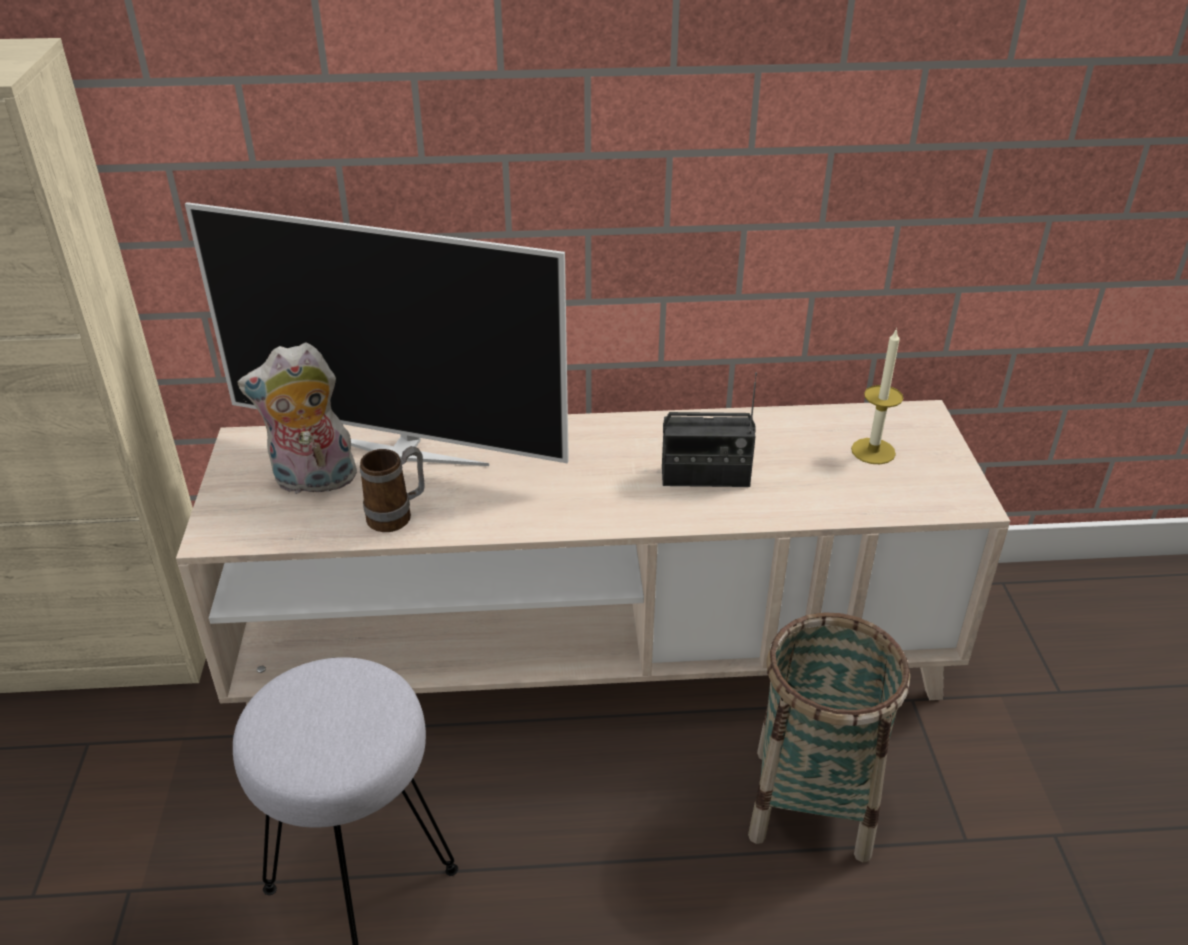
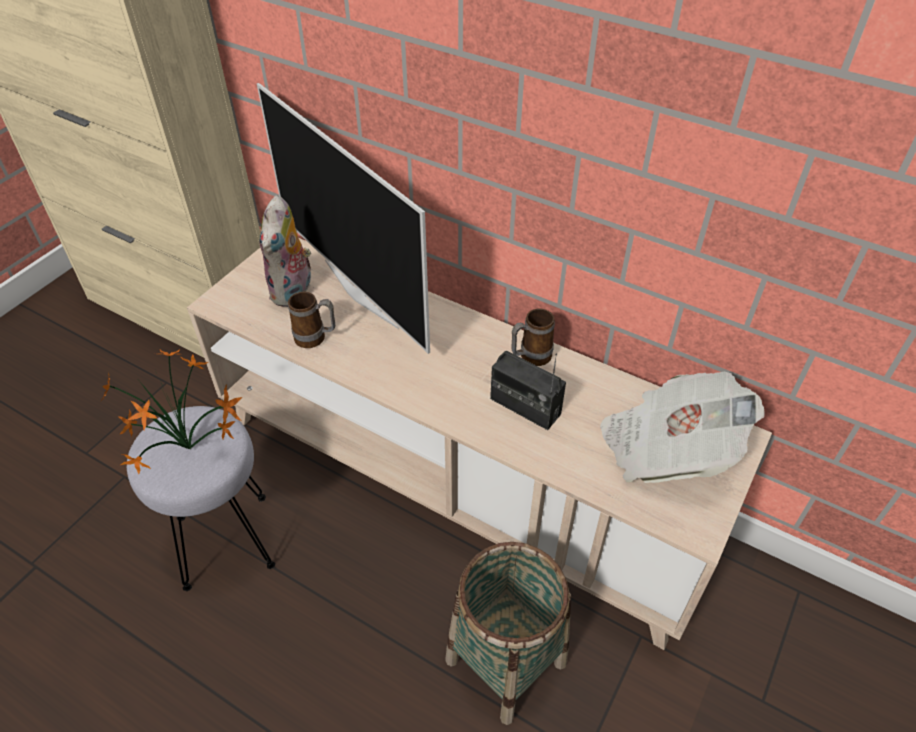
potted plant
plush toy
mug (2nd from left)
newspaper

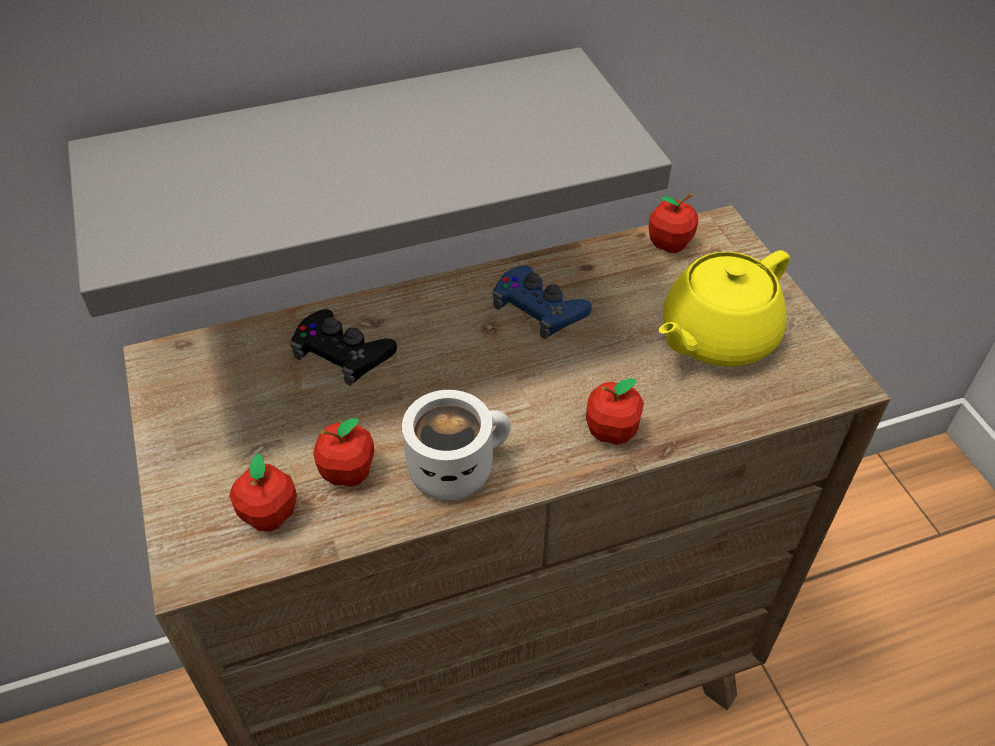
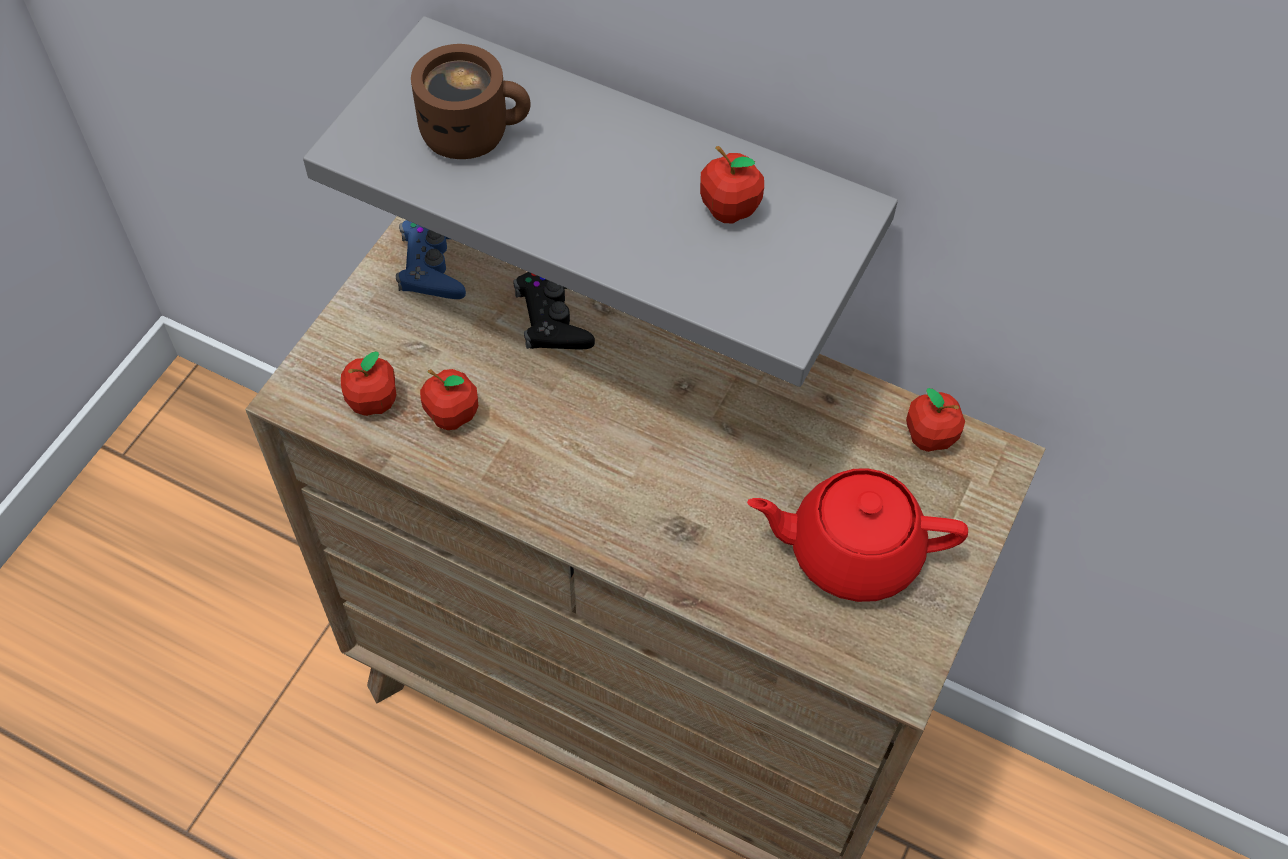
blue game controller
brown mug
apple (3rd from left)
red teapot
white mug

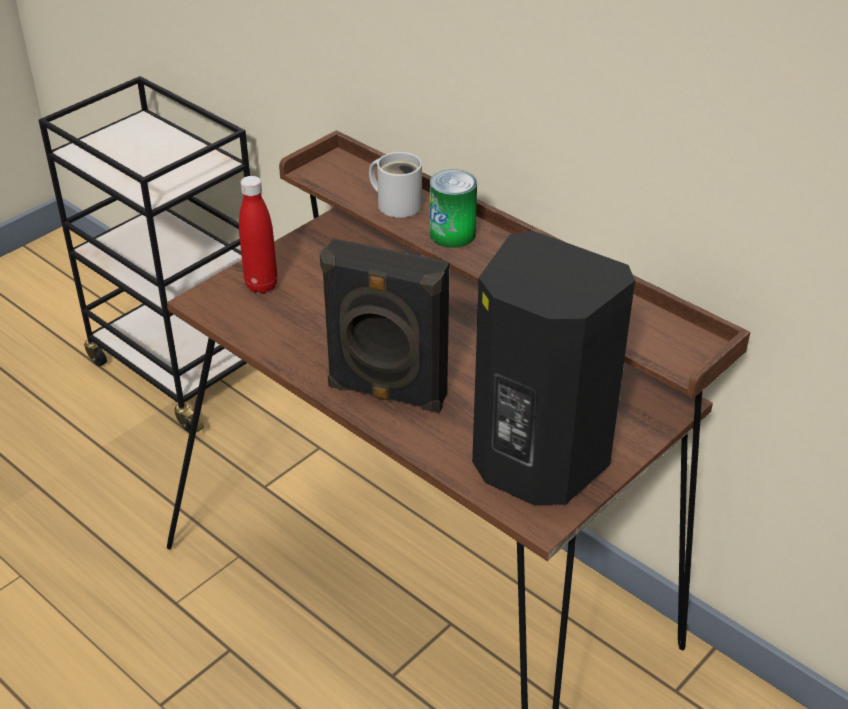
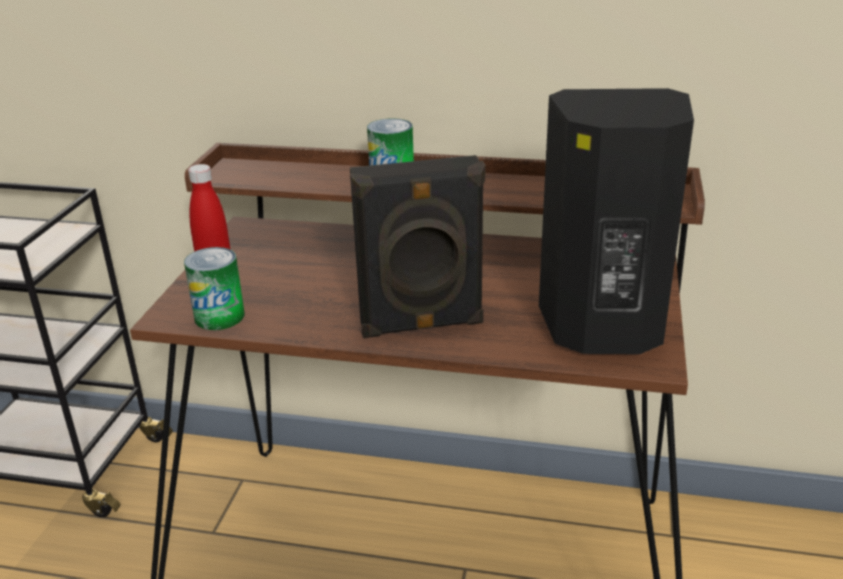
can (1st from left)
white mug

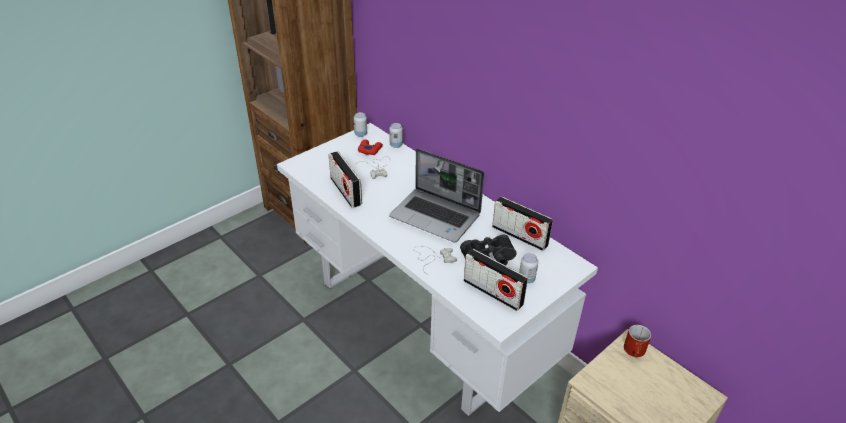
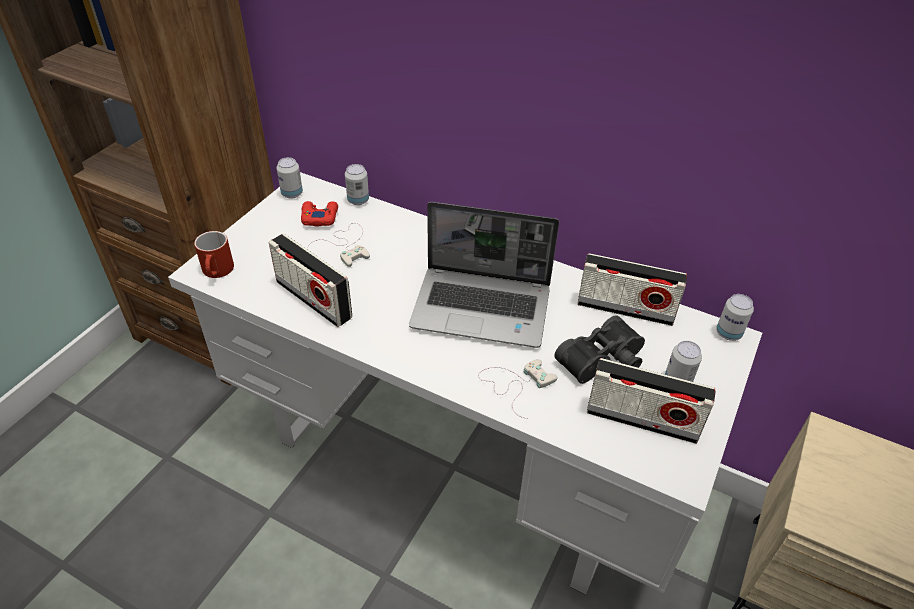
red mug
can (4th from left)

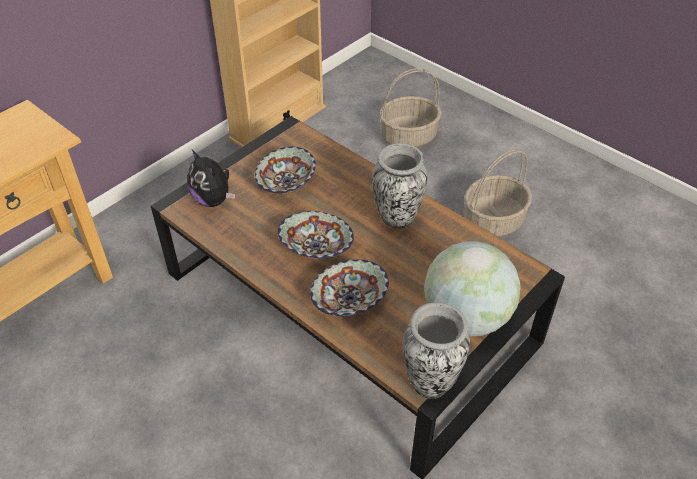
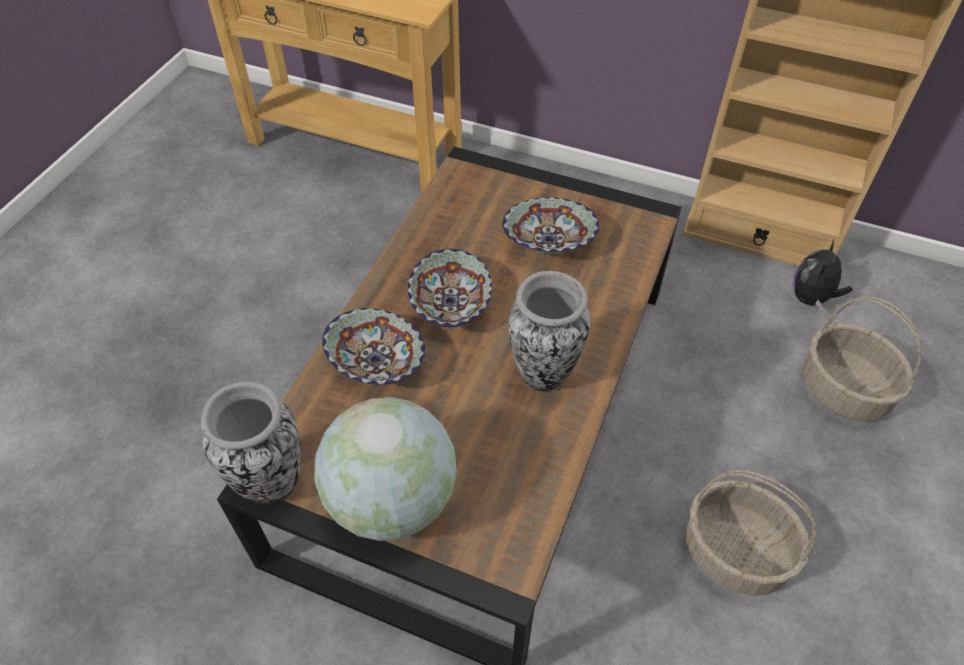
plush toy

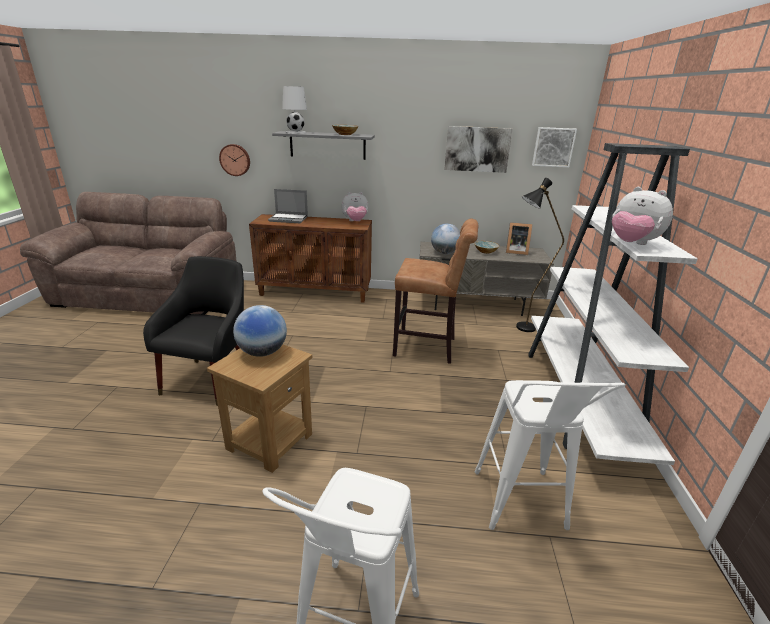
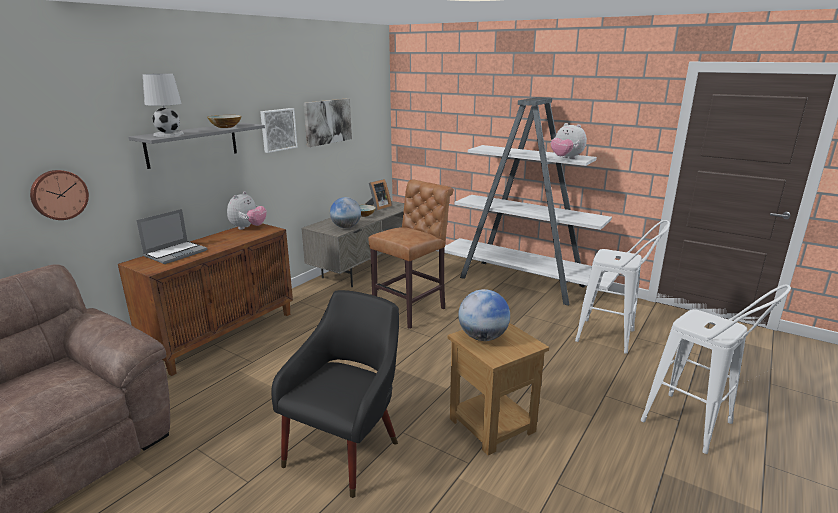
picture (1st from left)
black armchair
plush toy (2nd from left)
black floor lamp

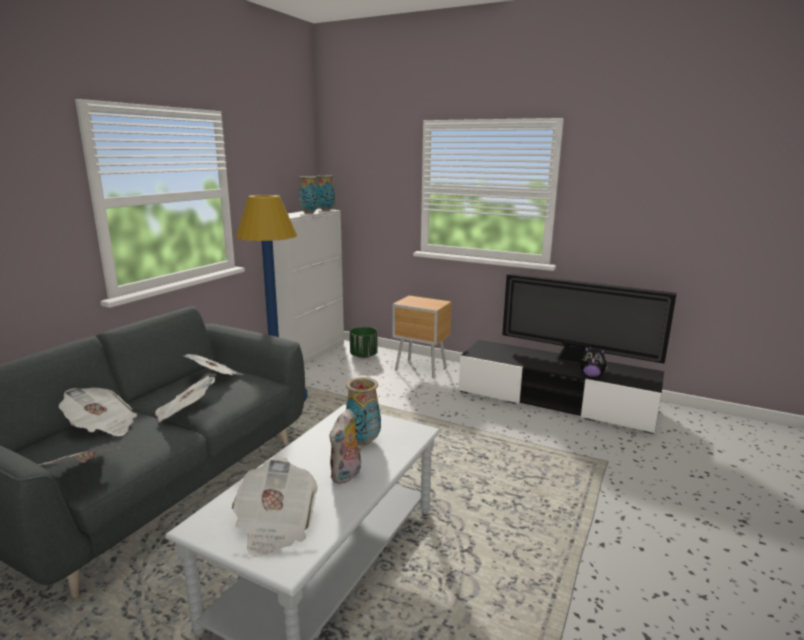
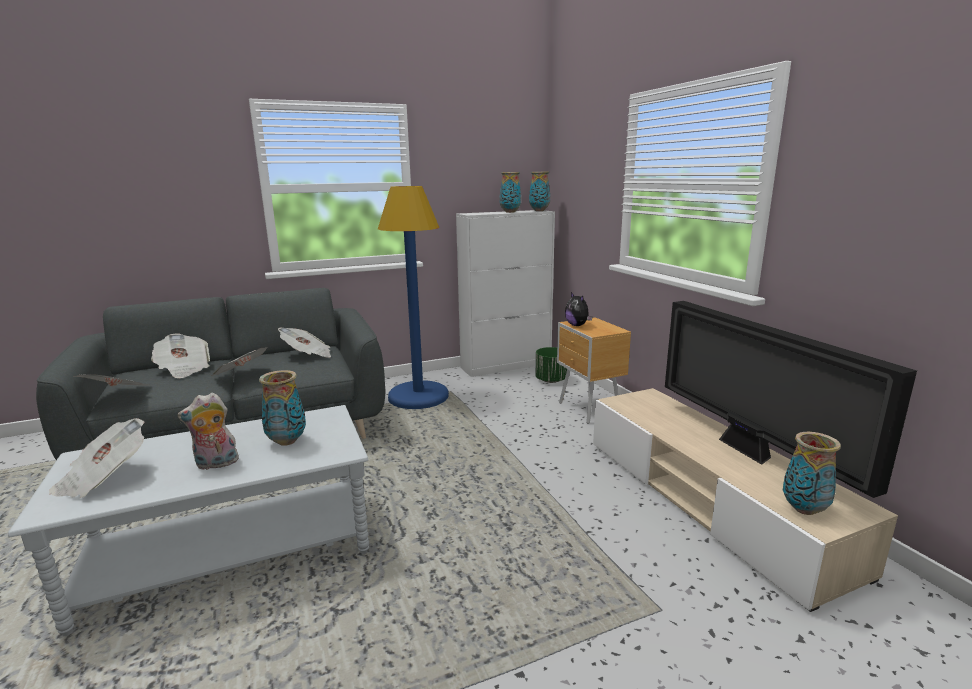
plush toy (2nd from left)
beige tv stand
vase (4th from left)

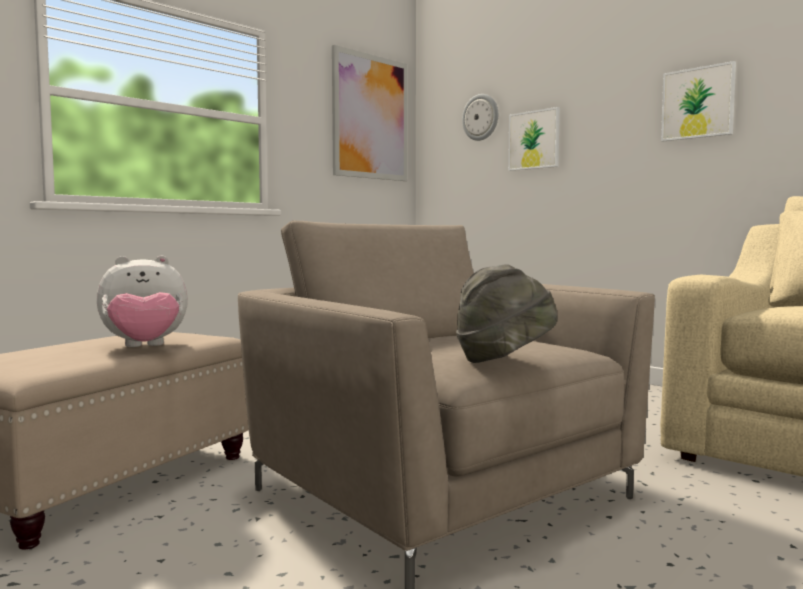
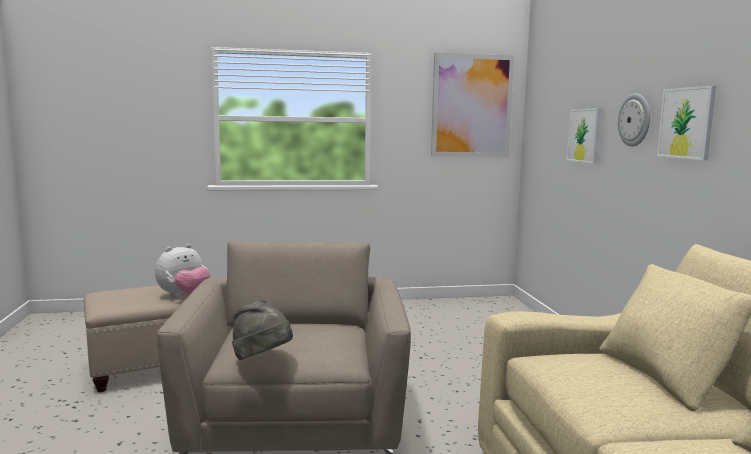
plush toy
wall clock

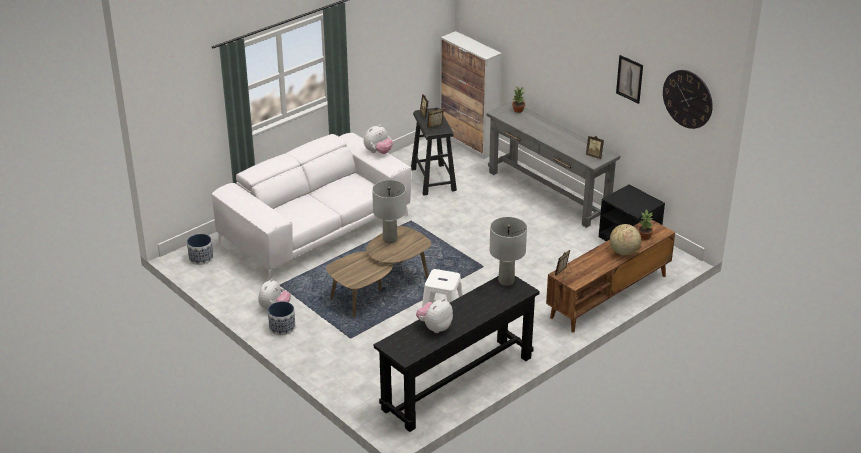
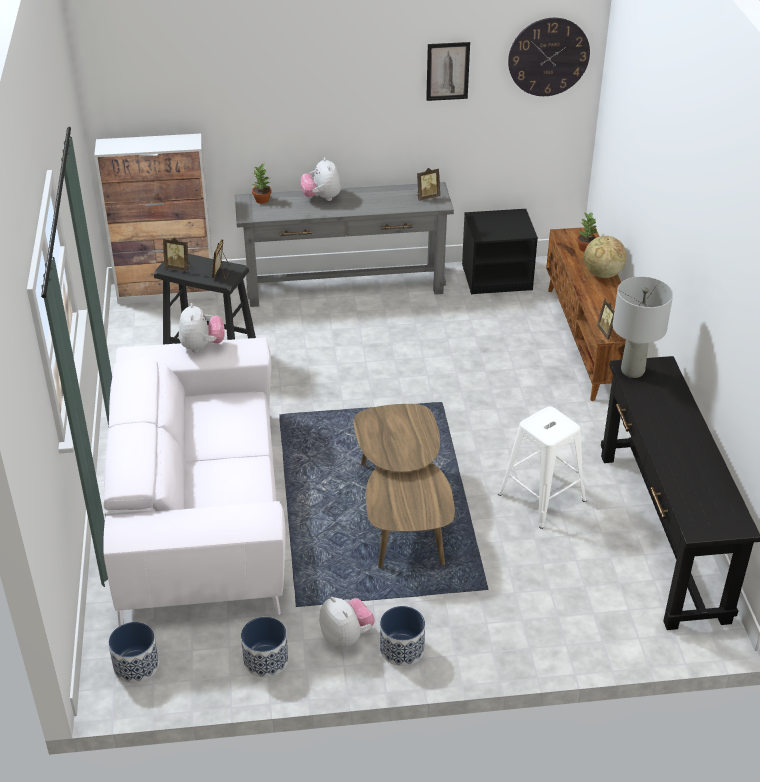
planter (2nd from left)
plush toy (2nd from left)
grey table lamp (1st from left in the first image)

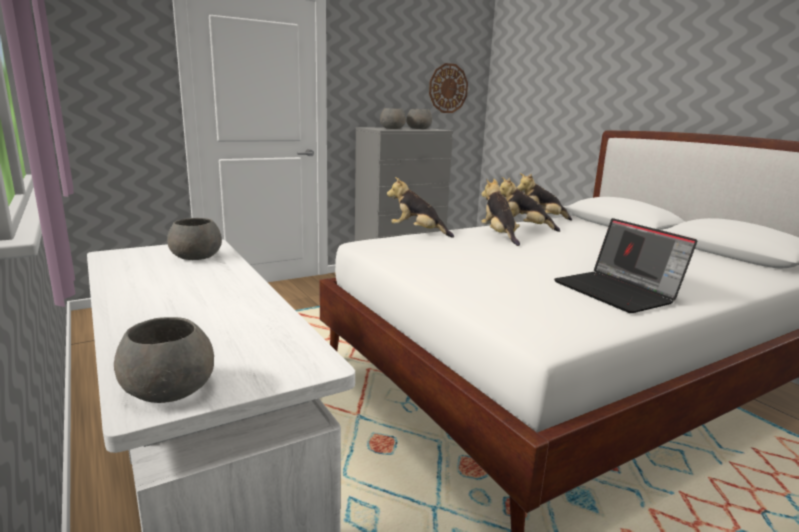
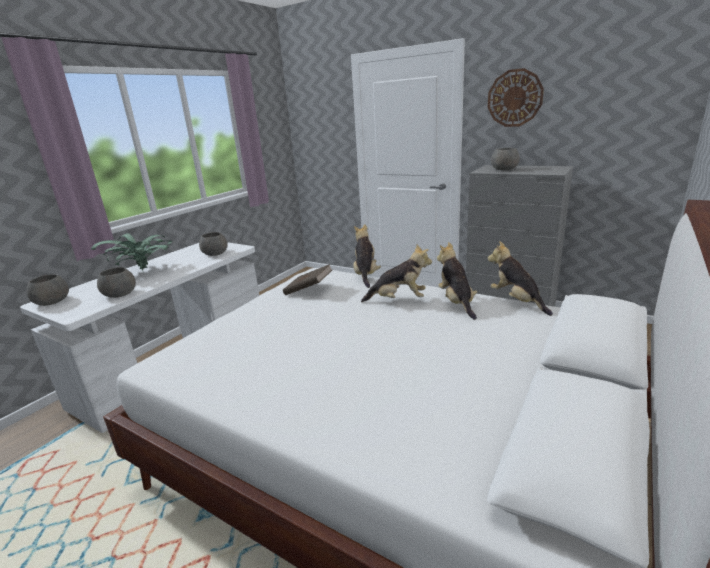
potted plant
grey bowl (2nd from left)
brown book
plush toy (2nd from left)
wall clock
laptop

